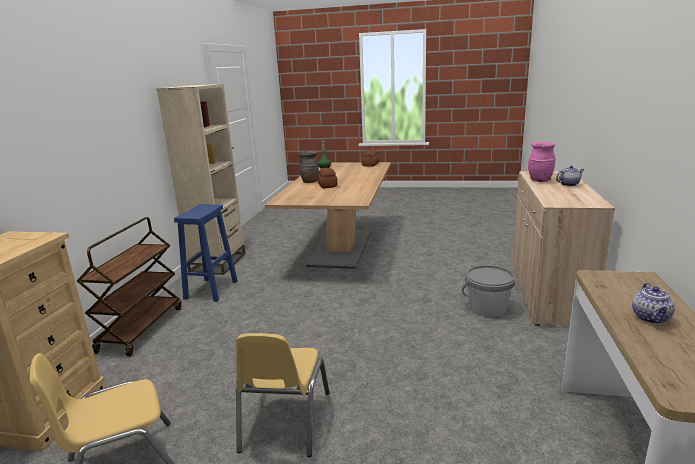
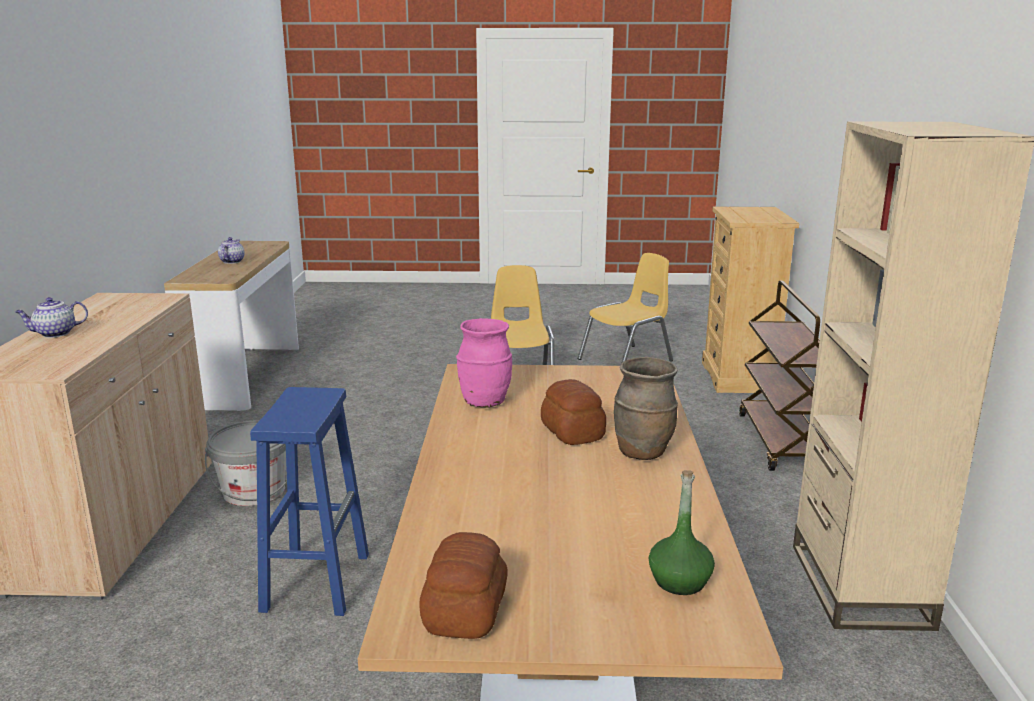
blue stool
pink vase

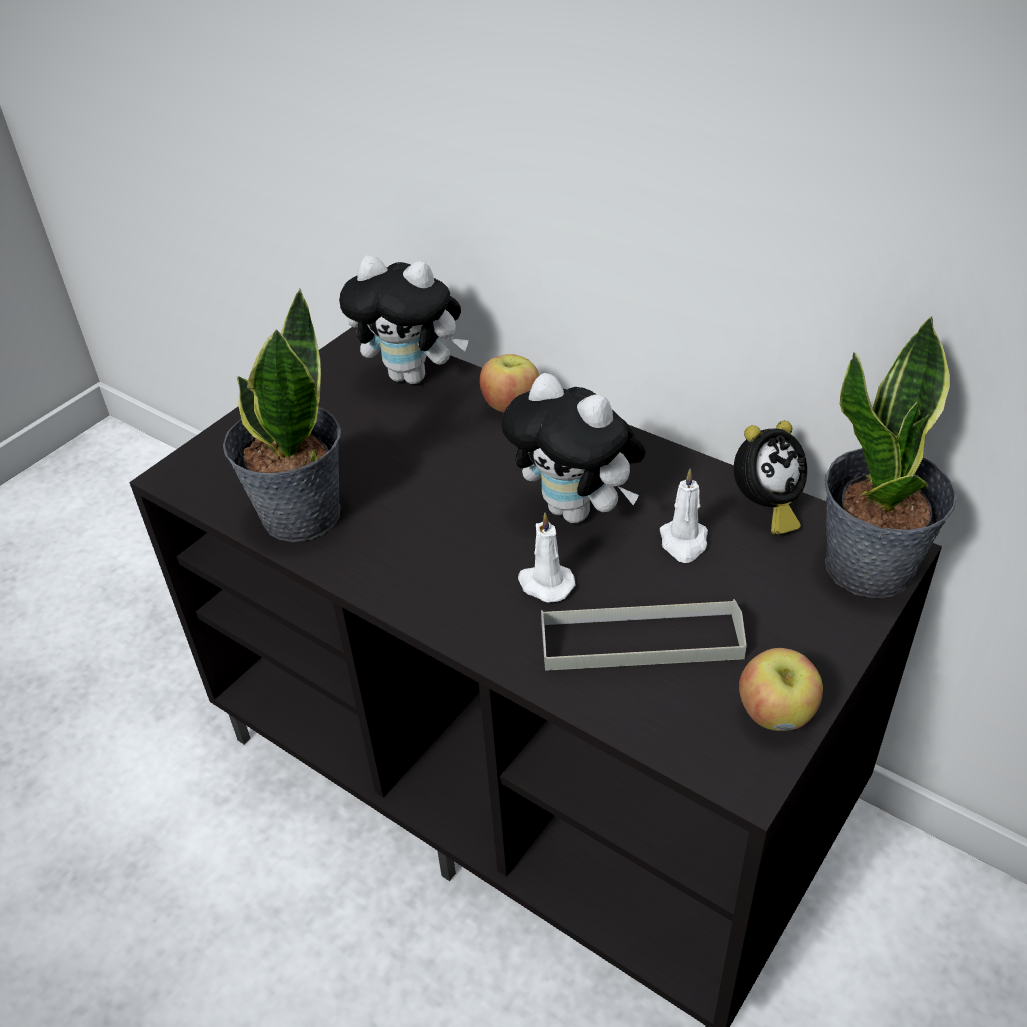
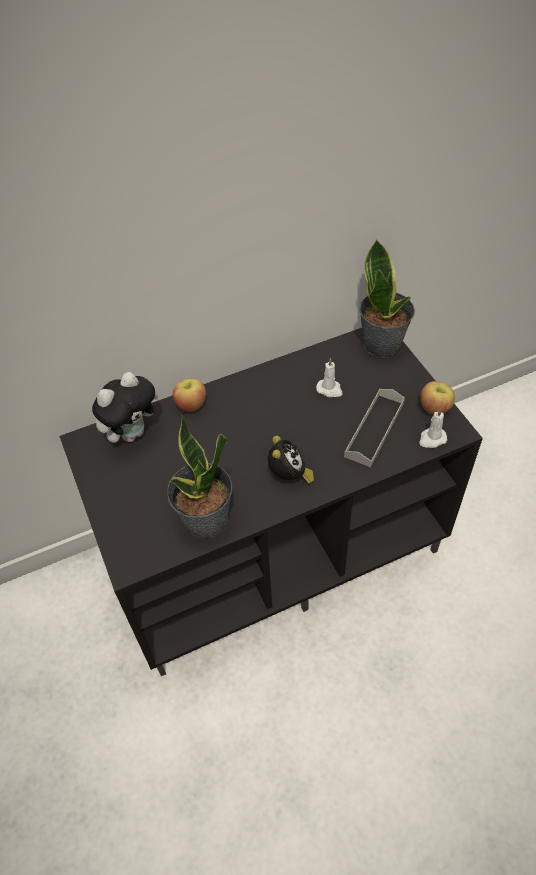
alarm clock
white candle (2nd from left)
plush toy (2nd from left in the first image)

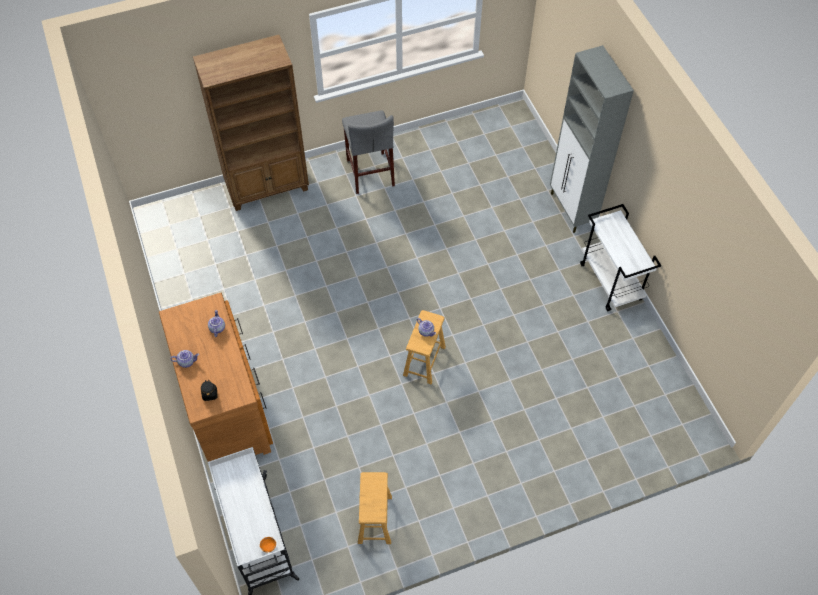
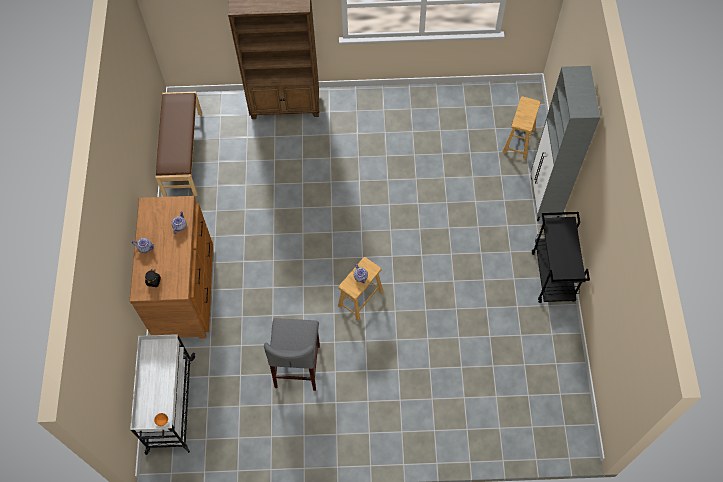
brown bench
grey stool
brown stool (2nd from left)
black cart

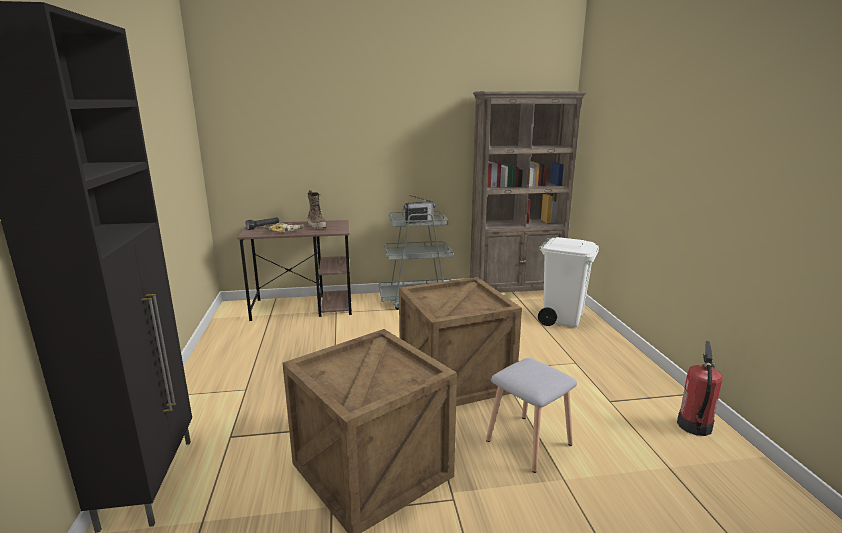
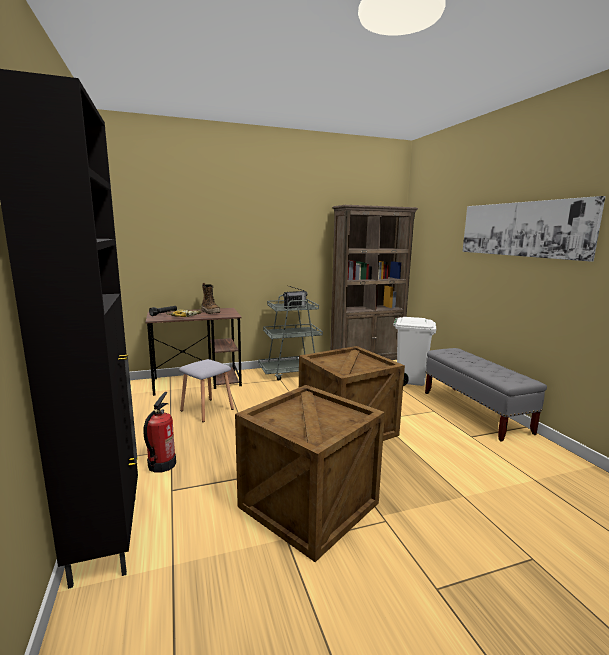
fire extinguisher
grey stool
grey bench
picture

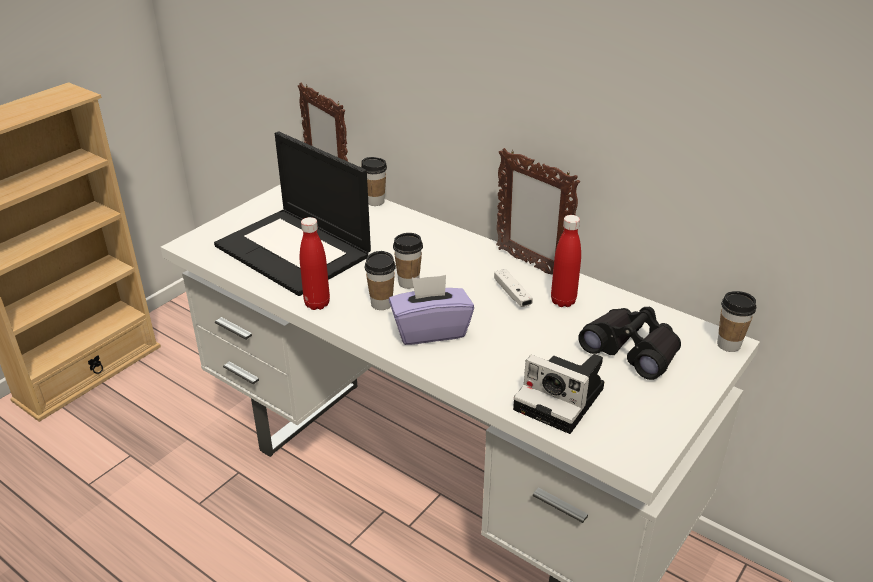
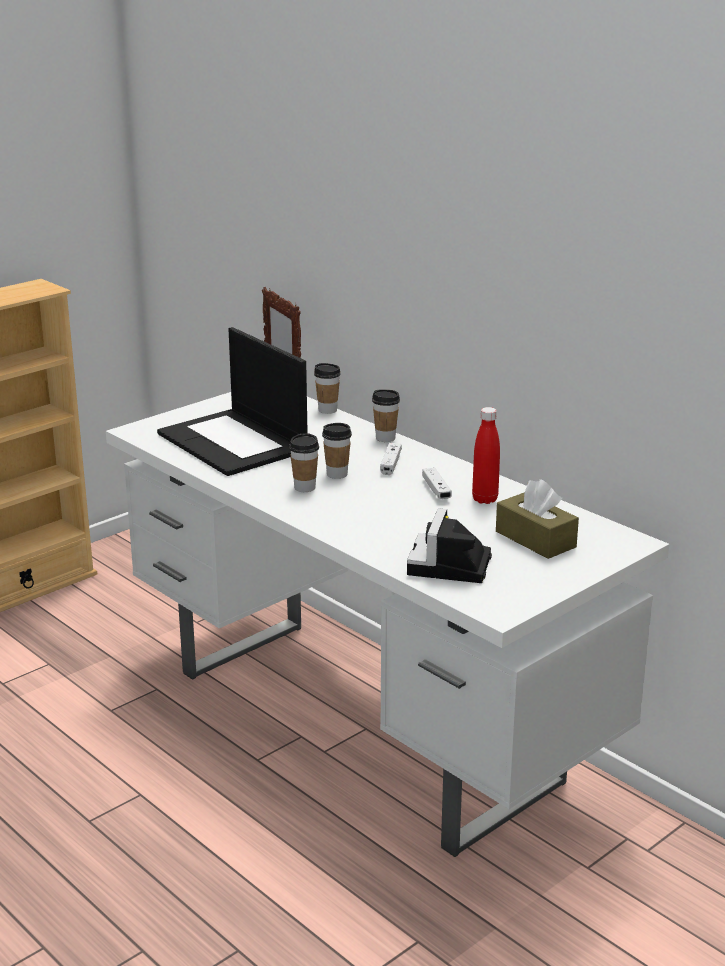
cup (4th from left)
white game controller (1st from left)
photo camera
brown tissue box
red bottle (1st from left in the first image)
purple tissue box
picture frame (2nd from left in the first image)

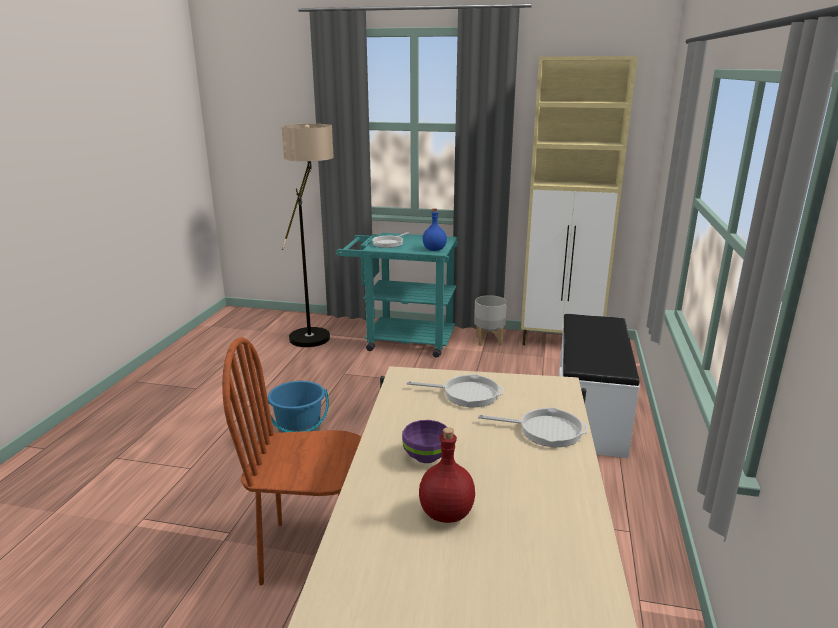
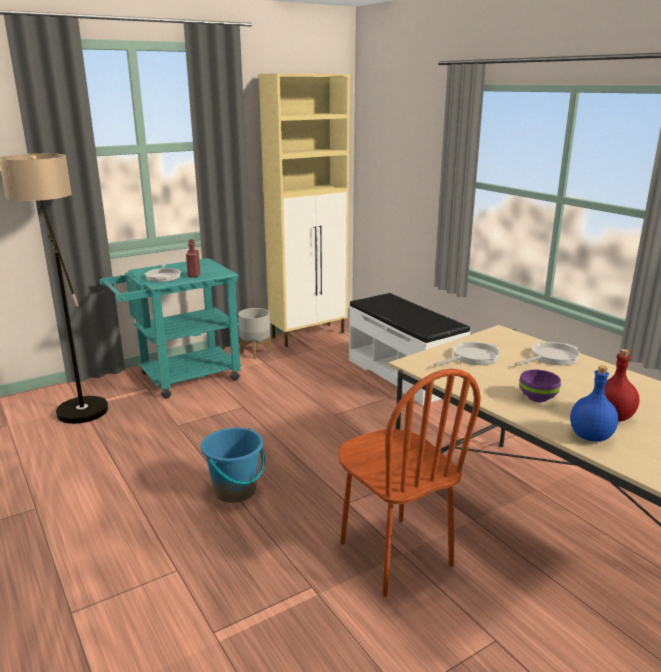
red bottle (1st from left)
brown chair
blue bottle

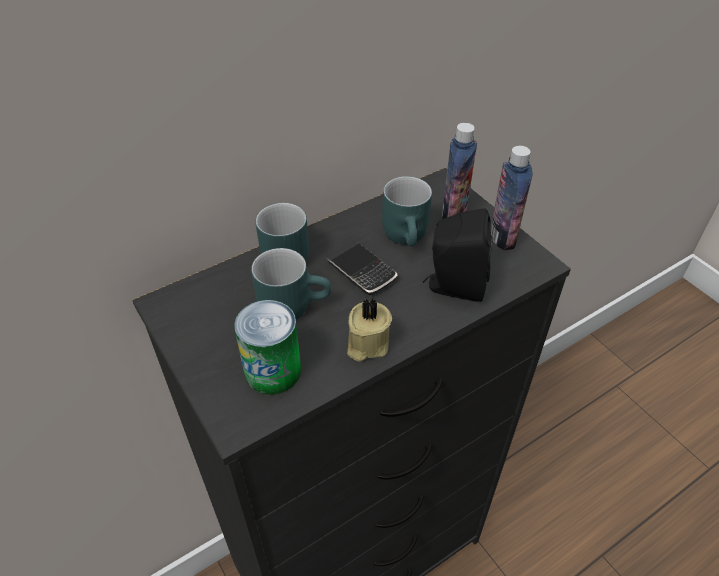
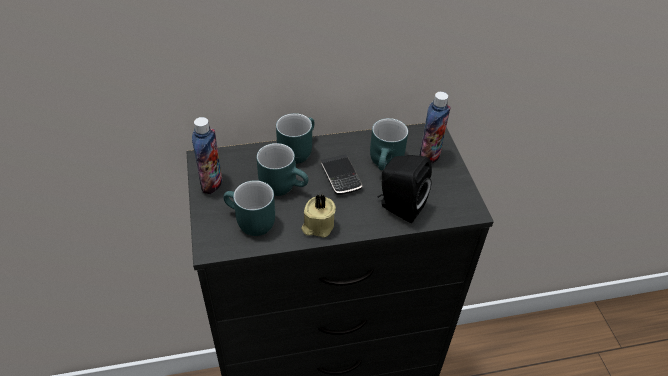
bottle (1st from left)
turquoise mug (1st from left)

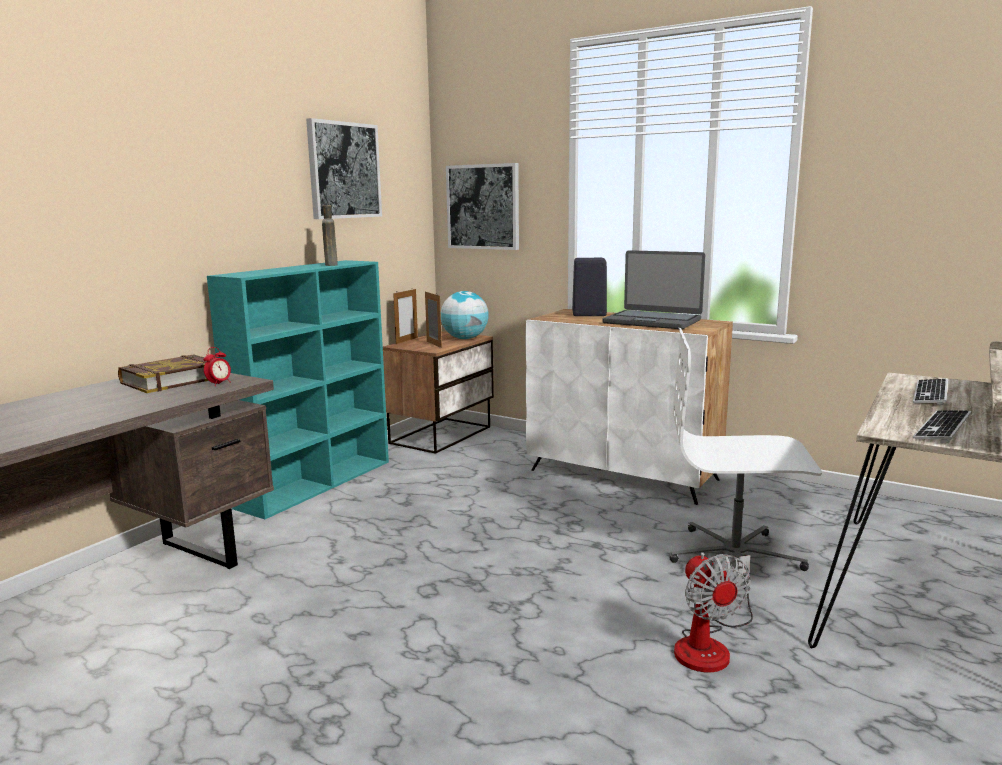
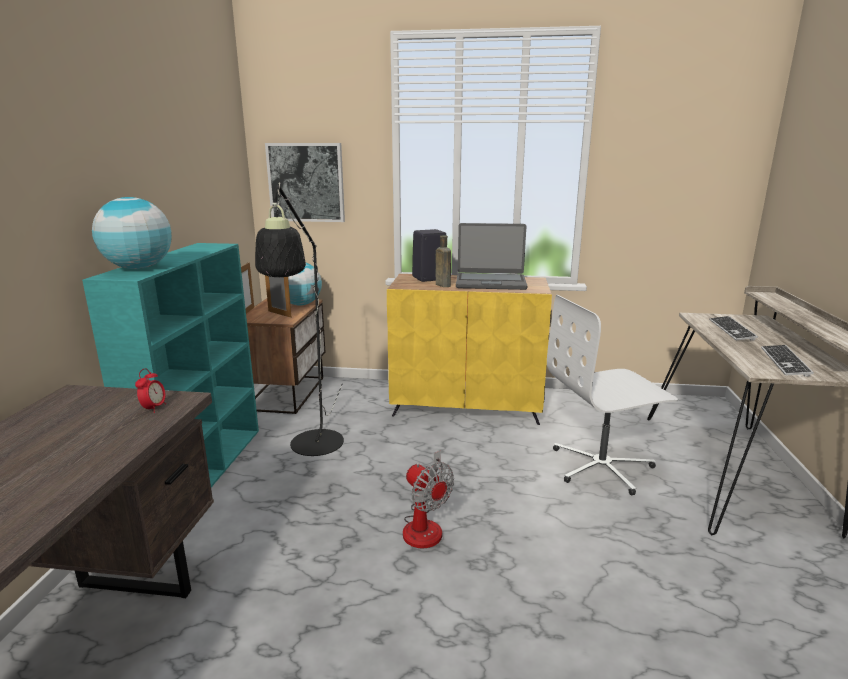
globe (1st from left)
black floor lamp
yellow cabinet
fan
brown bottle
book
picture (1st from left in the first image)

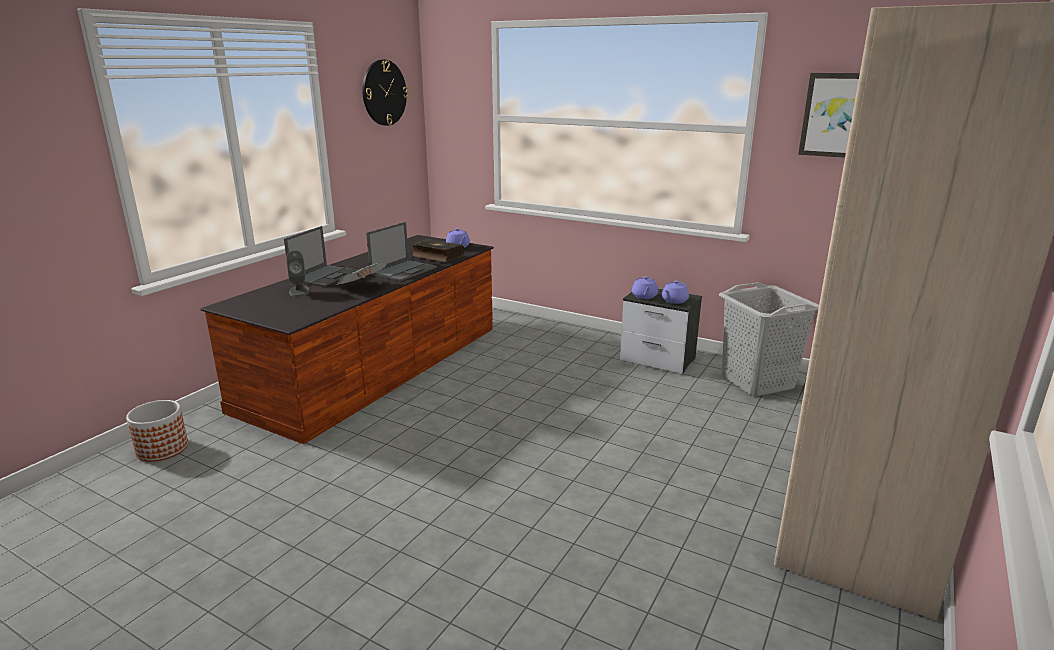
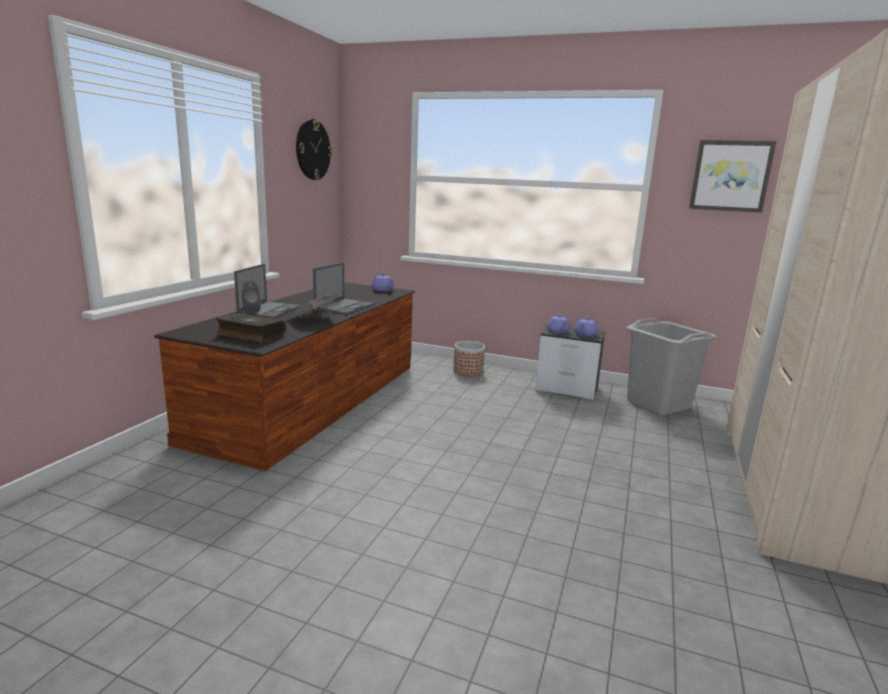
book
planter

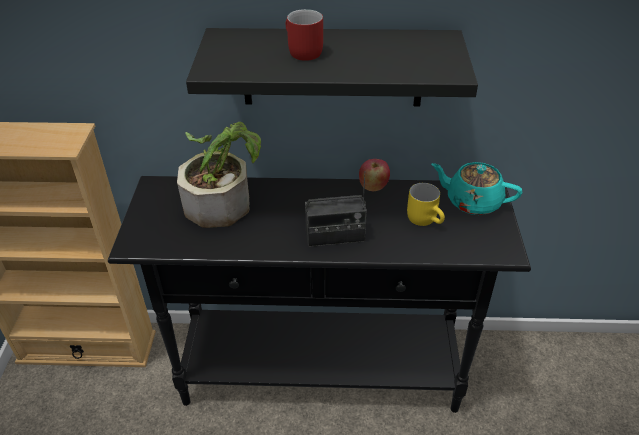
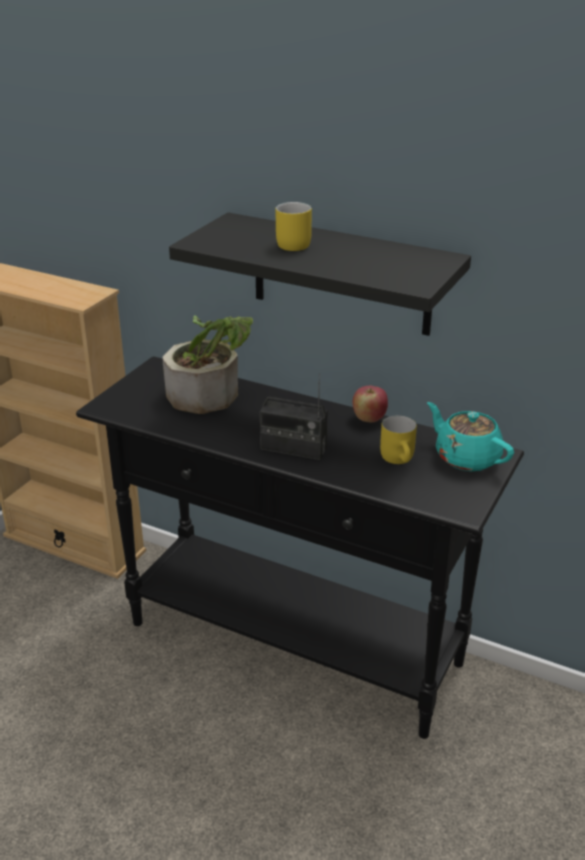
yellow mug (1st from left)

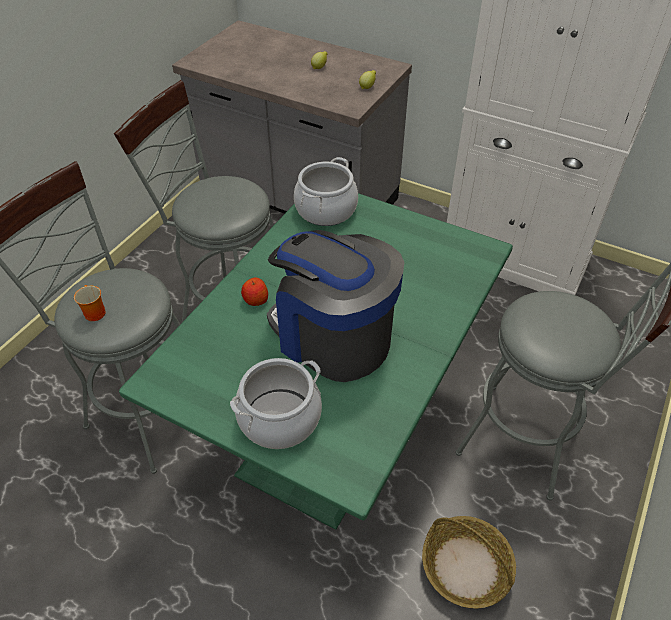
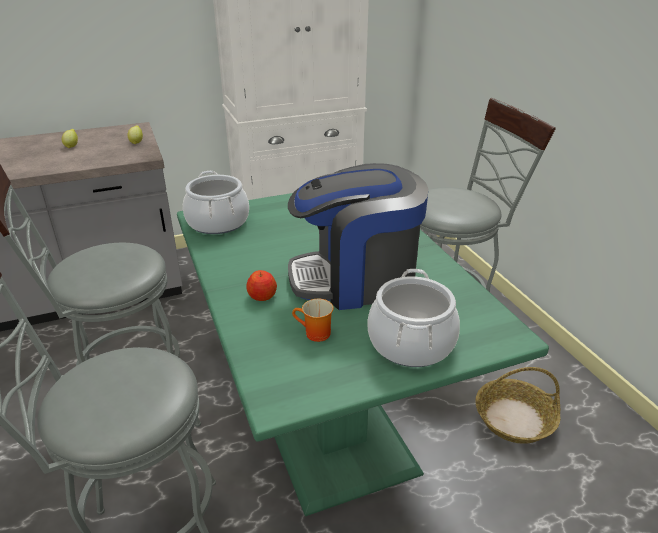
mug

